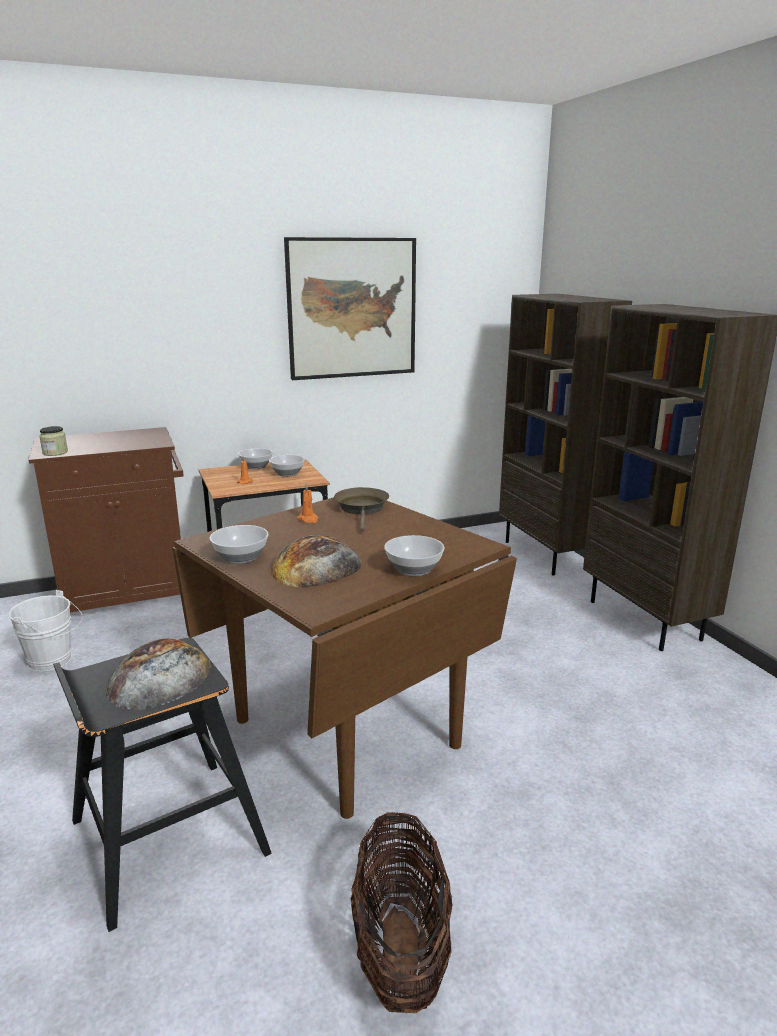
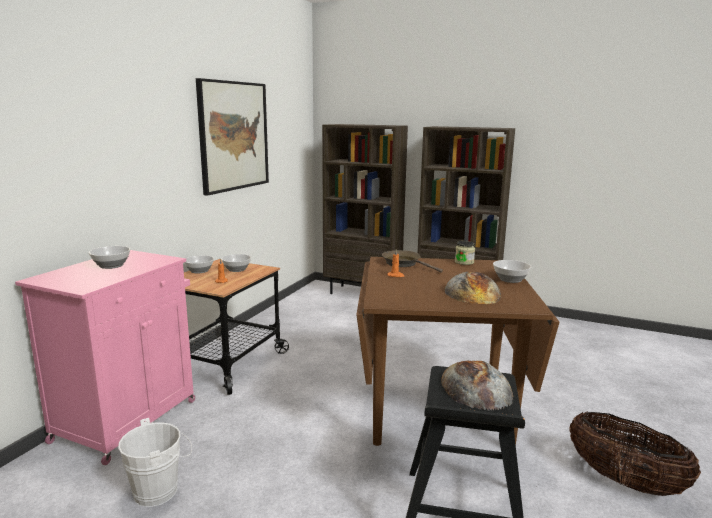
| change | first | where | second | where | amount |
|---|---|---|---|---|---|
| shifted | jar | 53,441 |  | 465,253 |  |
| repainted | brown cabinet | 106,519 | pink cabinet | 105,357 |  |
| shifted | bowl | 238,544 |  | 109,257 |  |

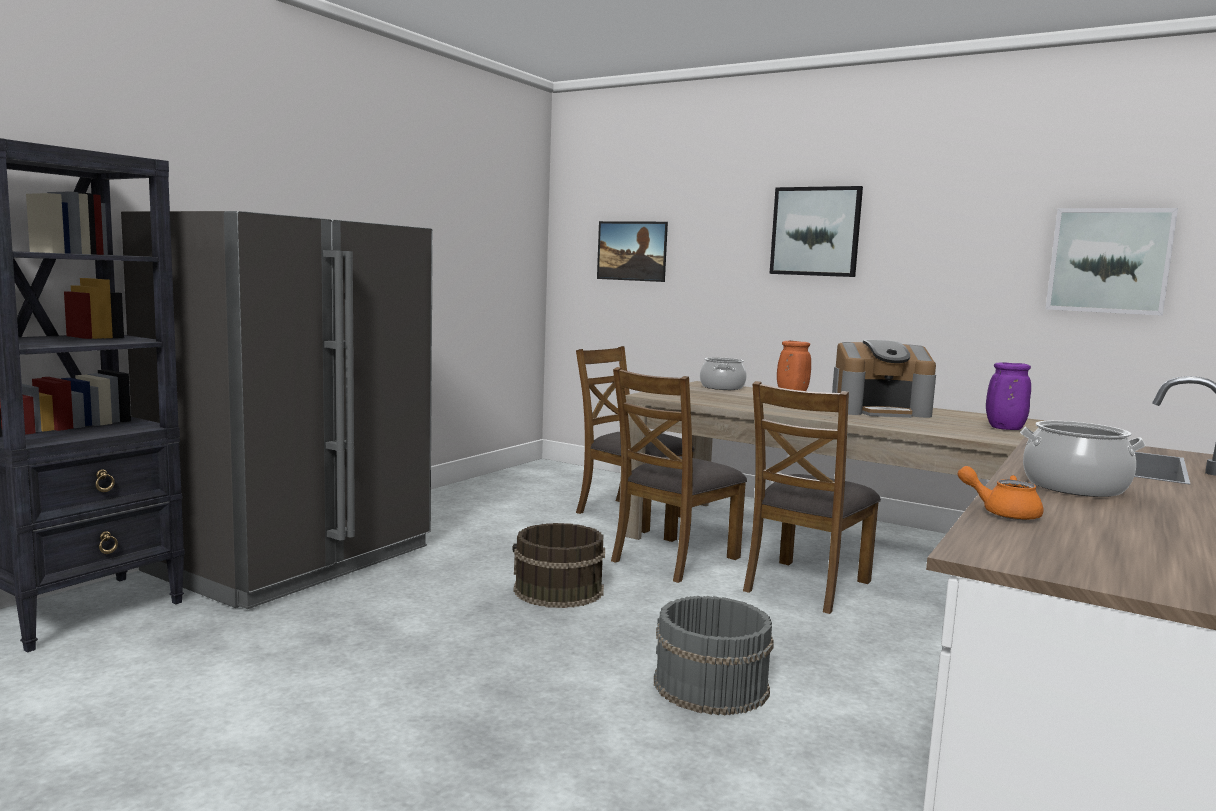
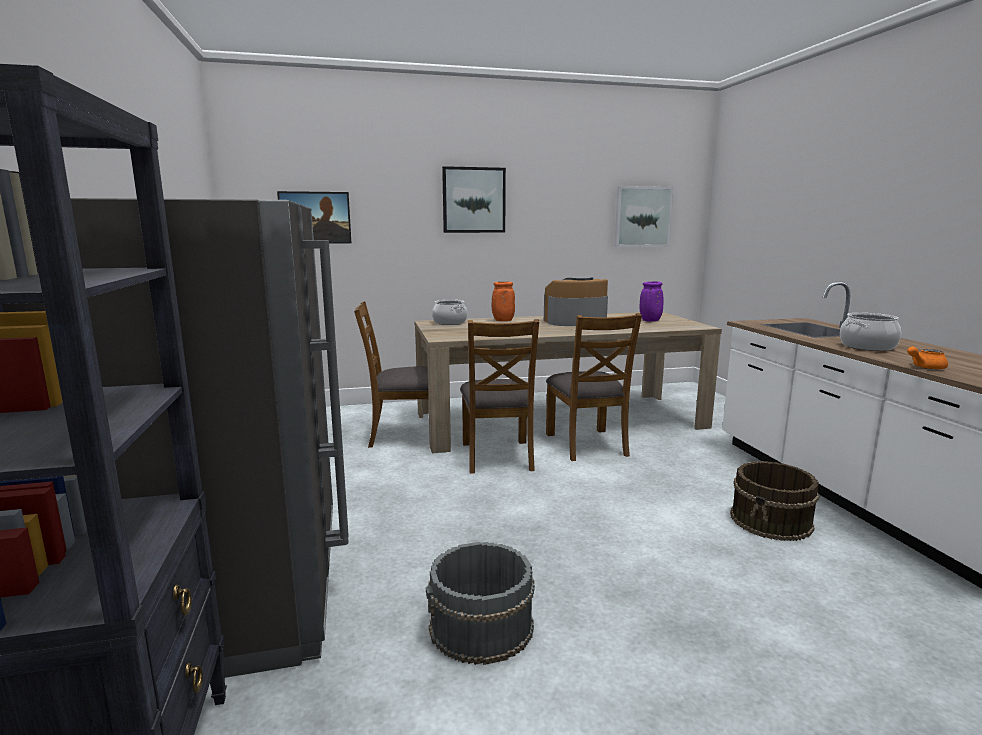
| change | first | where | second | where | amount |
|---|---|---|---|---|---|
| rotated | coffee machine | 884,379 |  | 576,301 | 150 degrees counterclockwise |
| shifted | brown bucket | 559,565 |  | 774,501 |  |
| shifted | grey bucket | 714,656 |  | 480,603 |  |

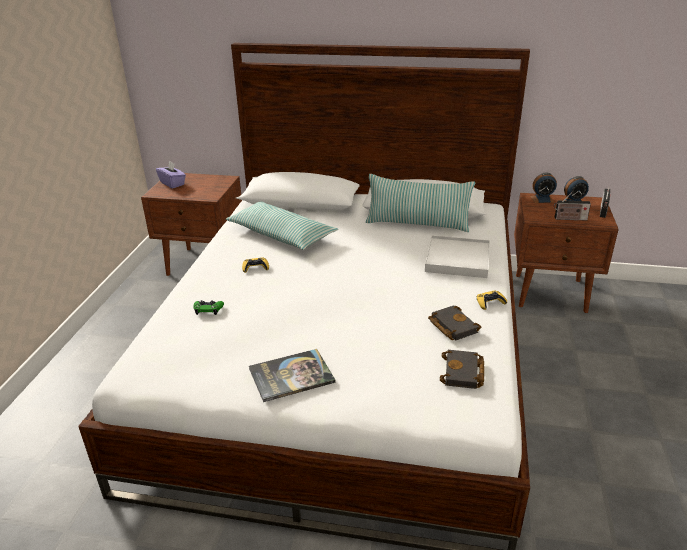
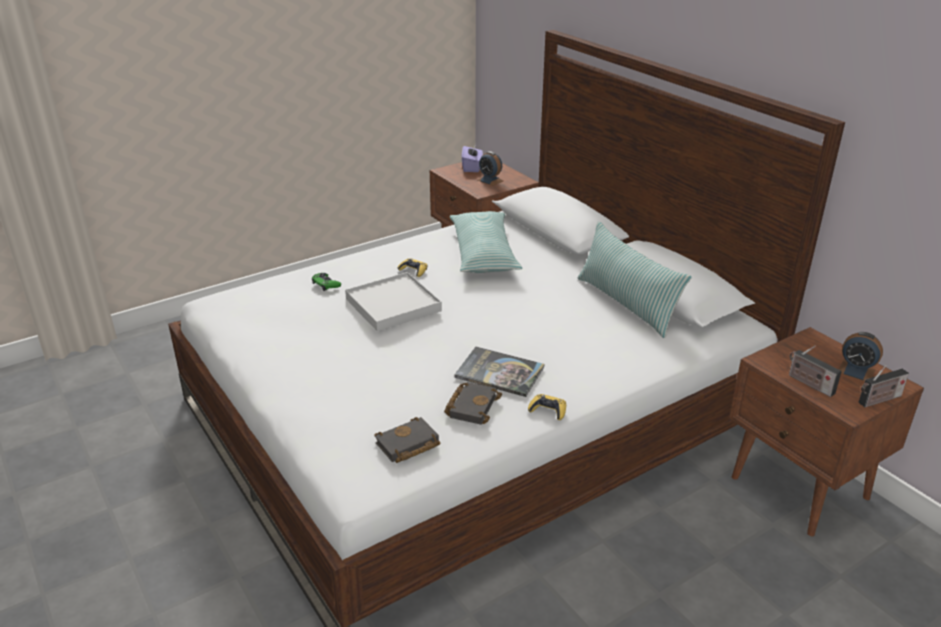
| change | first | where | second | where | amount |
|---|---|---|---|---|---|
| shifted | alarm clock | 543,187 |  | 490,168 |  |
| shifted | white tray | 457,256 |  | 393,301 |  |
| shifted | book | 292,375 |  | 499,372 |  |

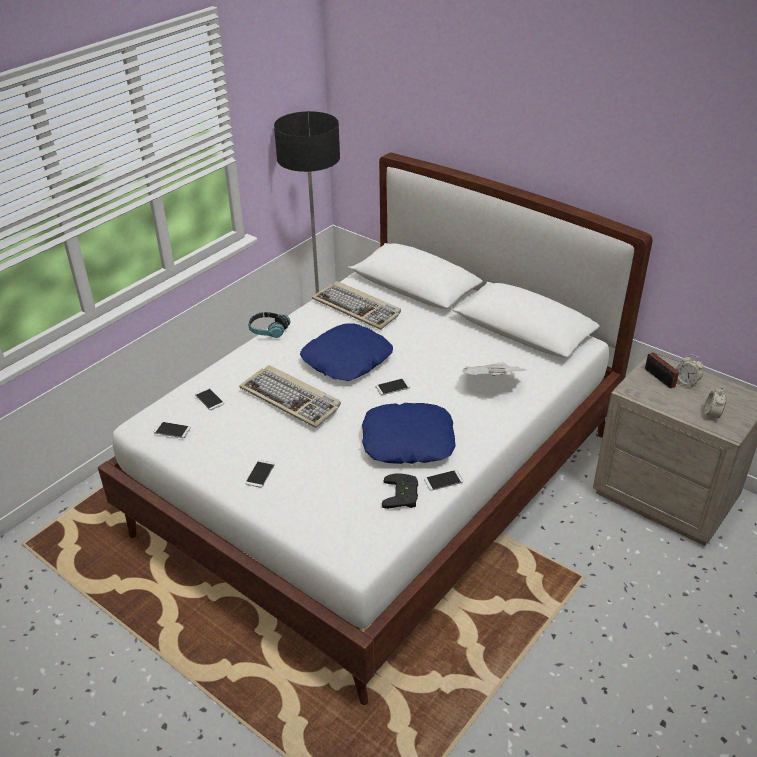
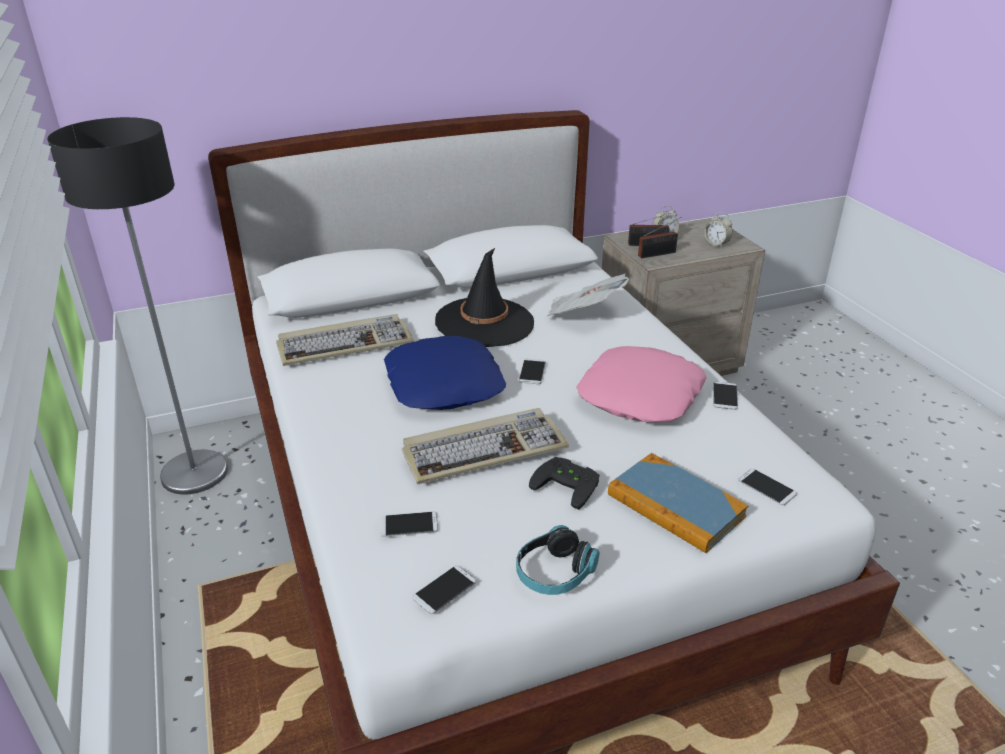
| change | first | where | second | where | amount |
|---|---|---|---|---|---|
| shifted | headphones | 269,325 |  | 558,560 |  |
| repainted | blue pillow | 409,433 | pink pillow | 641,384 |  |
| shifted | phone | 260,474 |  | 767,487 |  |
| shifted | black game controller | 400,491 |  | 564,483 |  |
| new |  |  | radio | 660,237 |  |
| new |  |  | black hat | 484,297 |  |
| new |  |  | book | 678,503 |  |

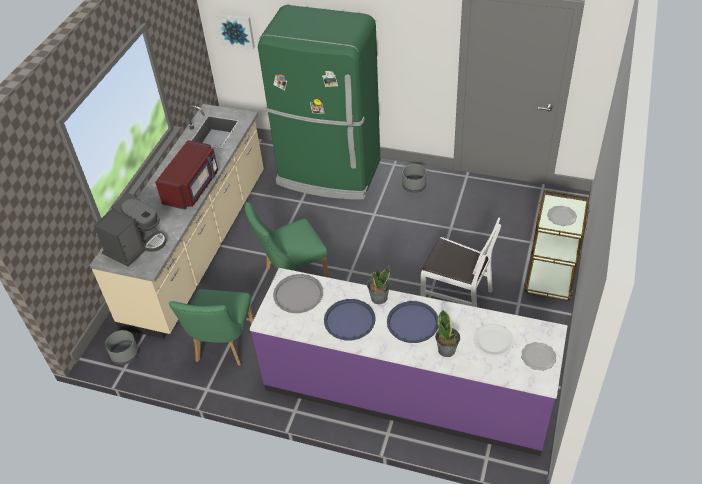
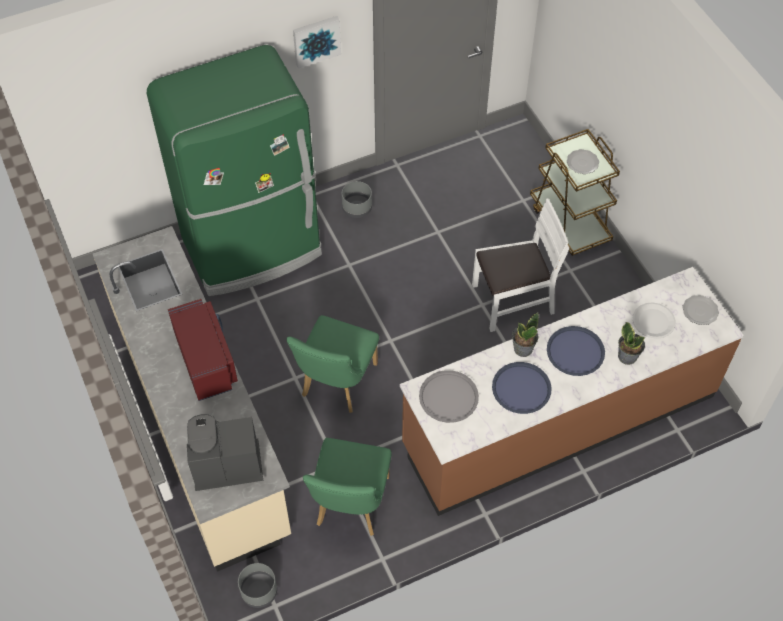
| change | first | where | second | where | amount |
|---|---|---|---|---|---|
| shifted | picture | 235,31 |  | 317,42 |  |
| rotated | coffee machine | 130,229 |  | 225,452 | 90 degrees counterclockwise |
| repainted | purple counter | 408,362 | brown counter | 572,391 |  |
| rotated | green chair | 211,327 |  | 347,487 | 45 degrees clockwise |

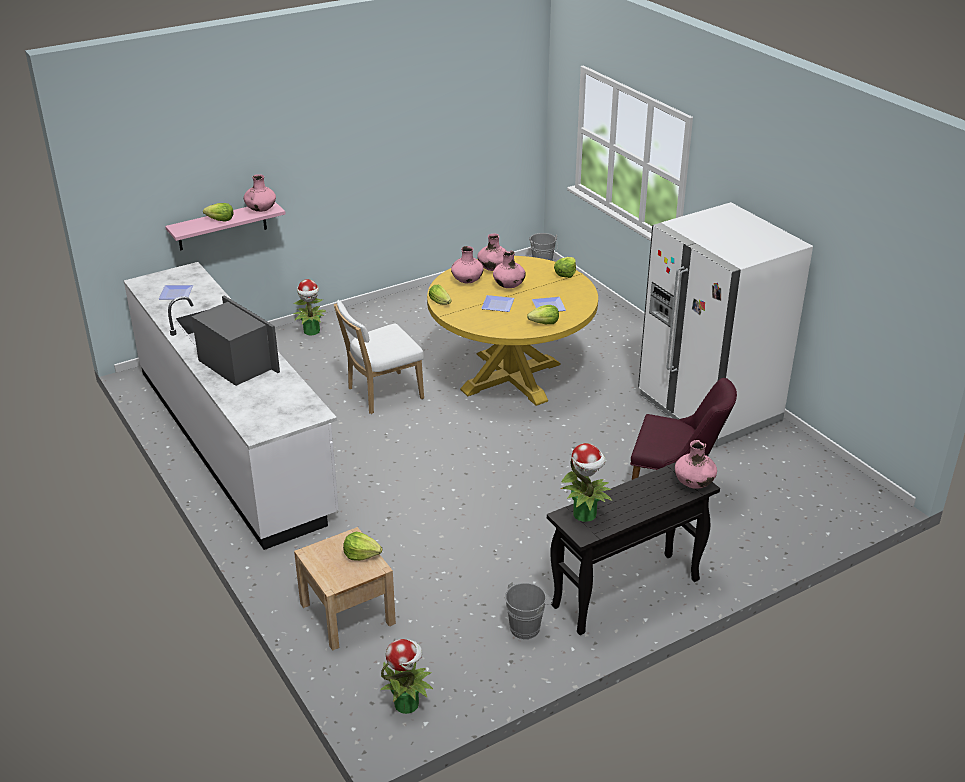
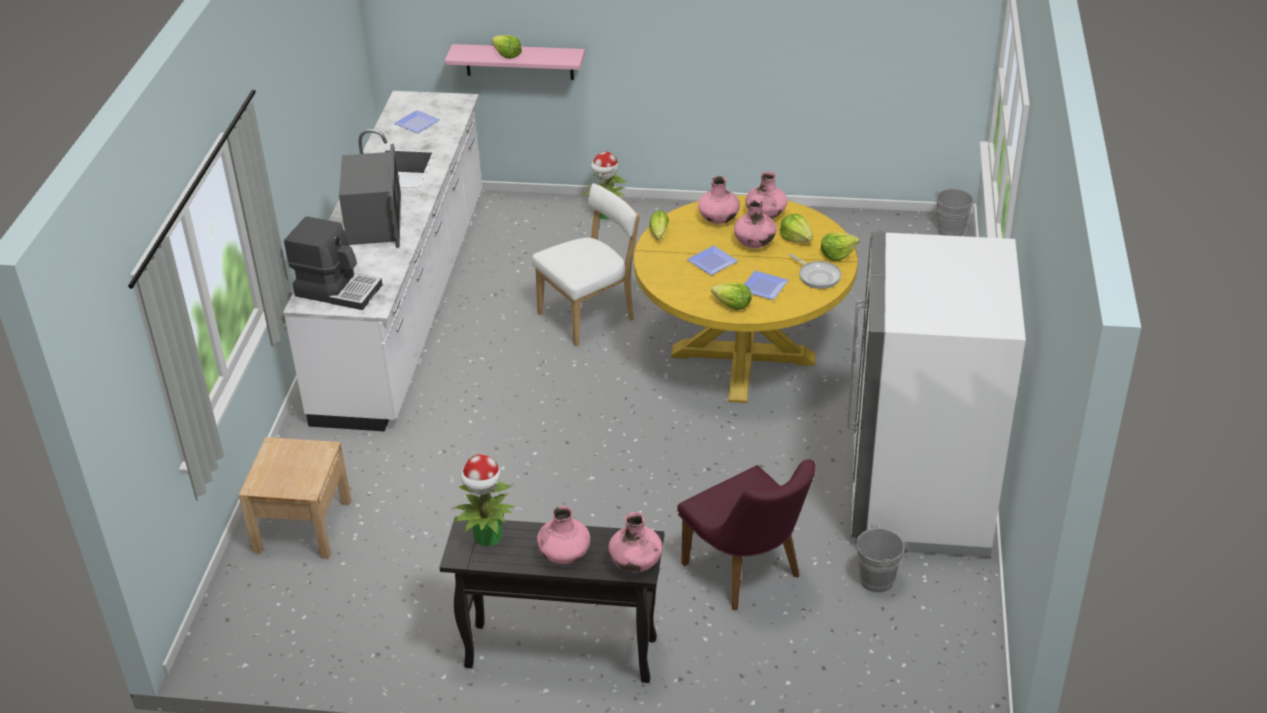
| change | first | where | second | where | amount |
|---|---|---|---|---|---|
| shifted | pink vase | 260,193 |  | 563,535 |  |
| rotated | white chair | 379,357 |  | 586,265 | 135 degrees clockwise |
| shifted | lettuce | 362,546 |  | 796,228 |  |
| shifted | grey bucket | 529,611 |  | 884,558 |  |
| gone | potted plant | 406,676 |  |  |  |
| new |  |  | coffee machine | 333,263 |  |
| new |  |  | frying pan | 815,271 |  |

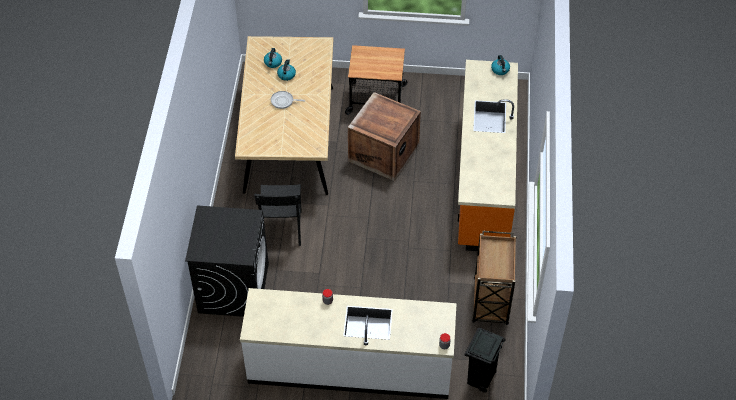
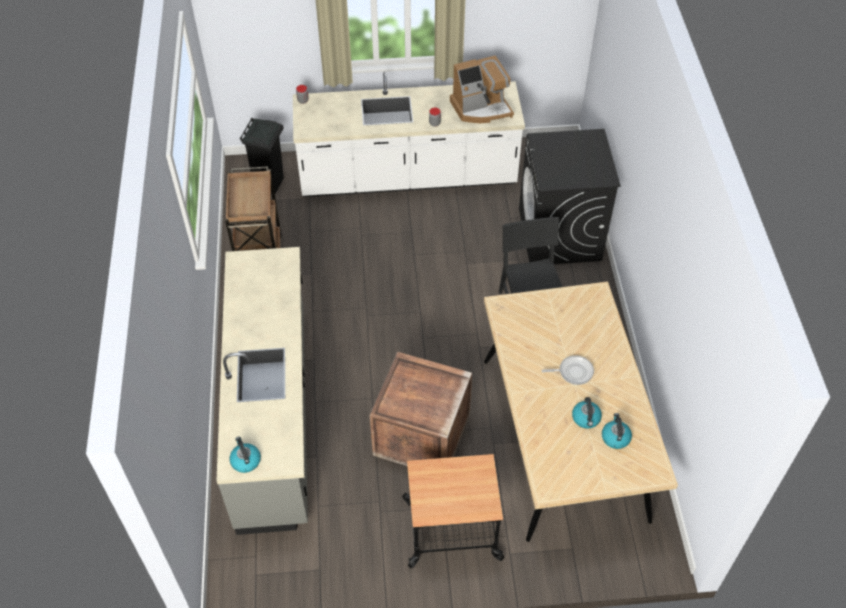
| change | first | where | second | where | amount |
|---|---|---|---|---|---|
| repainted | orange counter | 488,155 | grey counter | 262,391 |  |
| new |  |  | coffee machine | 482,89 |  |

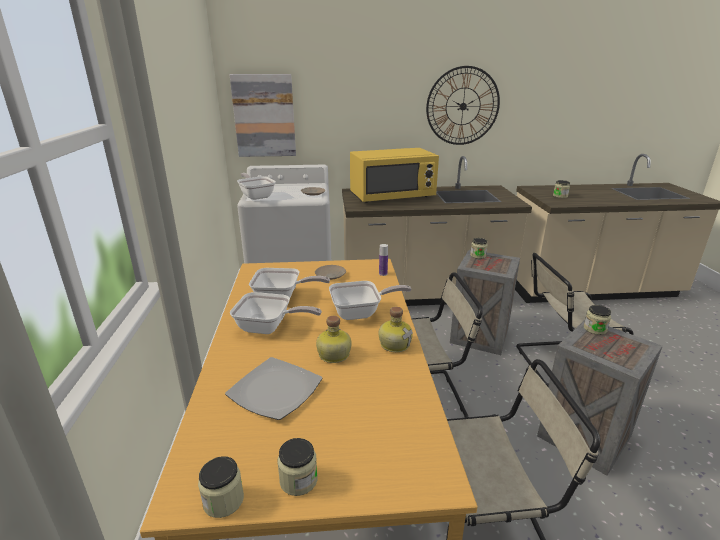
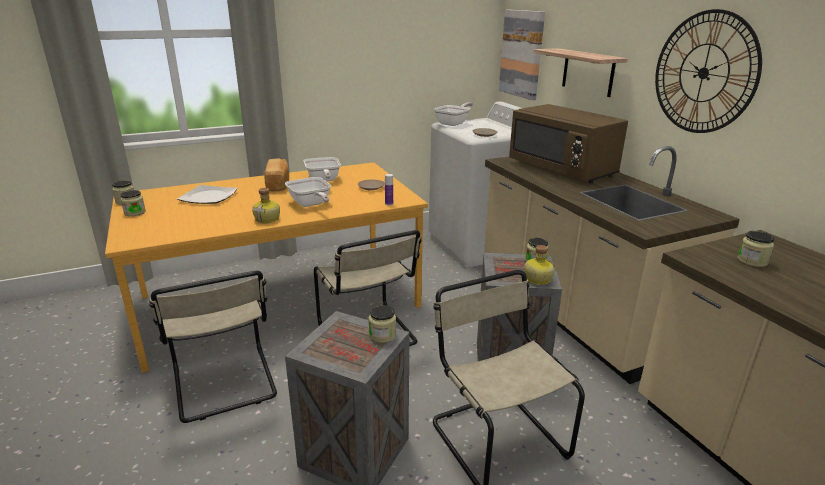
| change | first | where | second | where | amount |
|---|---|---|---|---|---|
| repainted | yellow microwave | 394,175 | brown microwave | 568,143 |  |
| swapped | frying pan | 276,313 | bread | 276,174 |  |
| shifted | bottle | 333,339 |  | 539,265 |  |
| new |  |  | shelf | 580,72 |  |

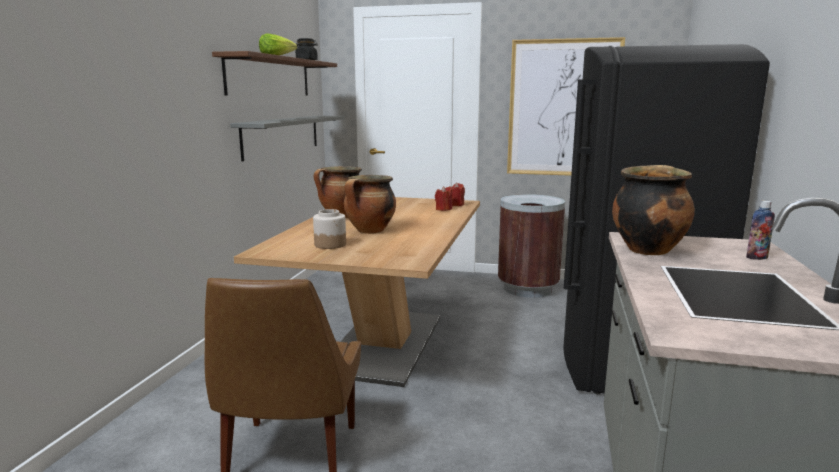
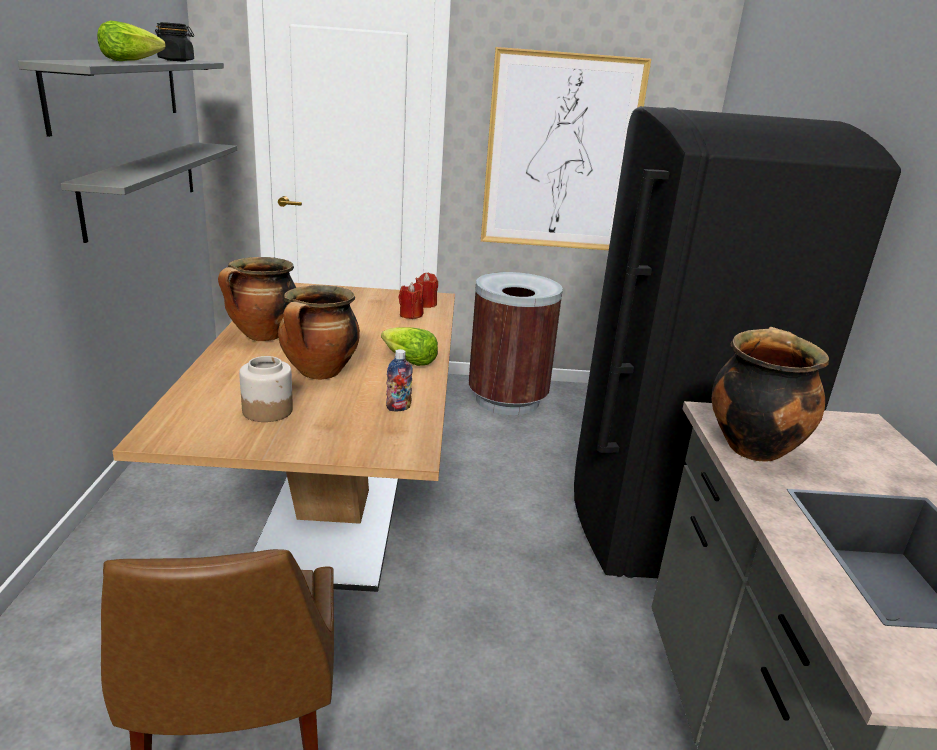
| change | first | where | second | where | amount |
|---|---|---|---|---|---|
| repainted | brown shelf | 274,73 | grey shelf | 121,98 |  |
| shifted | bottle | 760,230 |  | 399,380 |  |
| new |  |  | lettuce | 409,346 |  |

